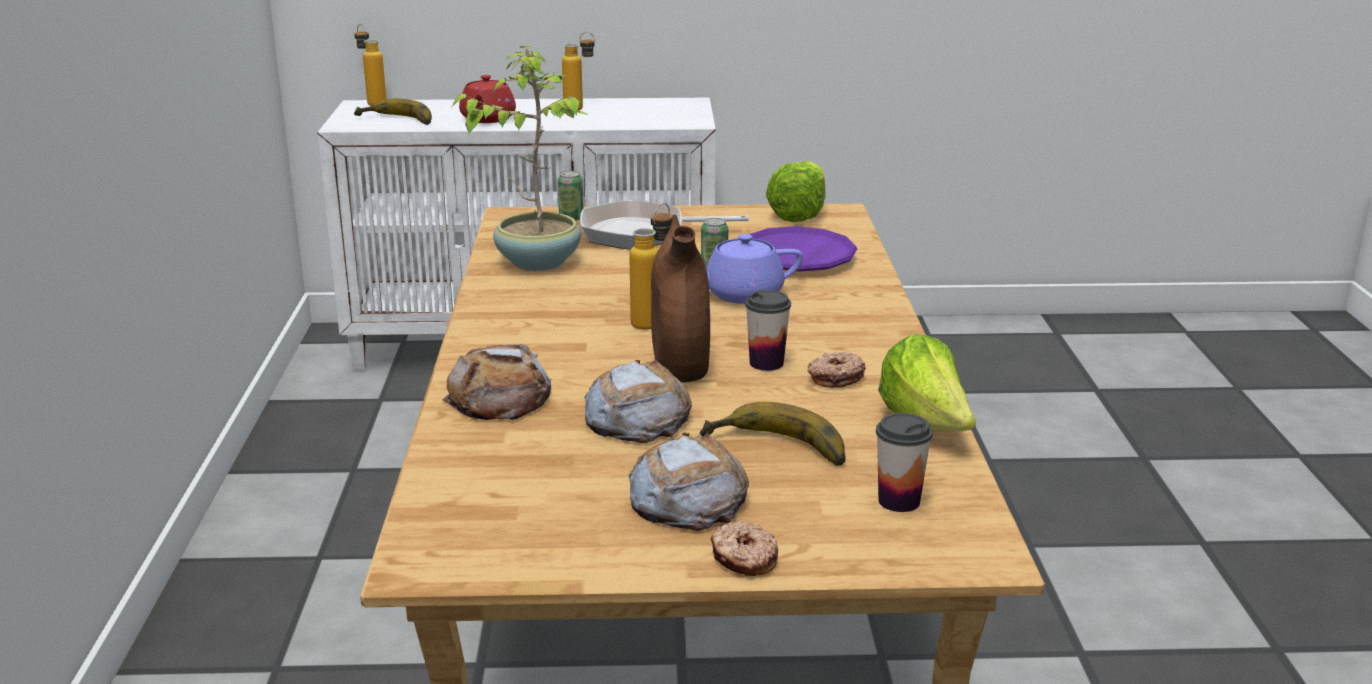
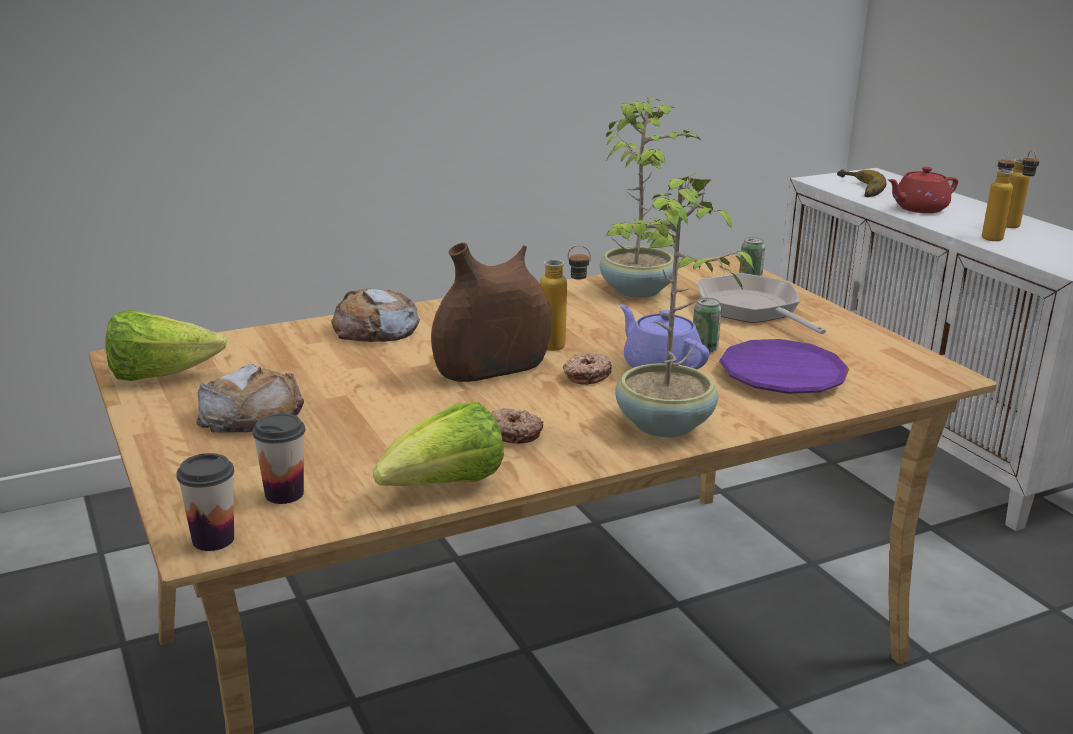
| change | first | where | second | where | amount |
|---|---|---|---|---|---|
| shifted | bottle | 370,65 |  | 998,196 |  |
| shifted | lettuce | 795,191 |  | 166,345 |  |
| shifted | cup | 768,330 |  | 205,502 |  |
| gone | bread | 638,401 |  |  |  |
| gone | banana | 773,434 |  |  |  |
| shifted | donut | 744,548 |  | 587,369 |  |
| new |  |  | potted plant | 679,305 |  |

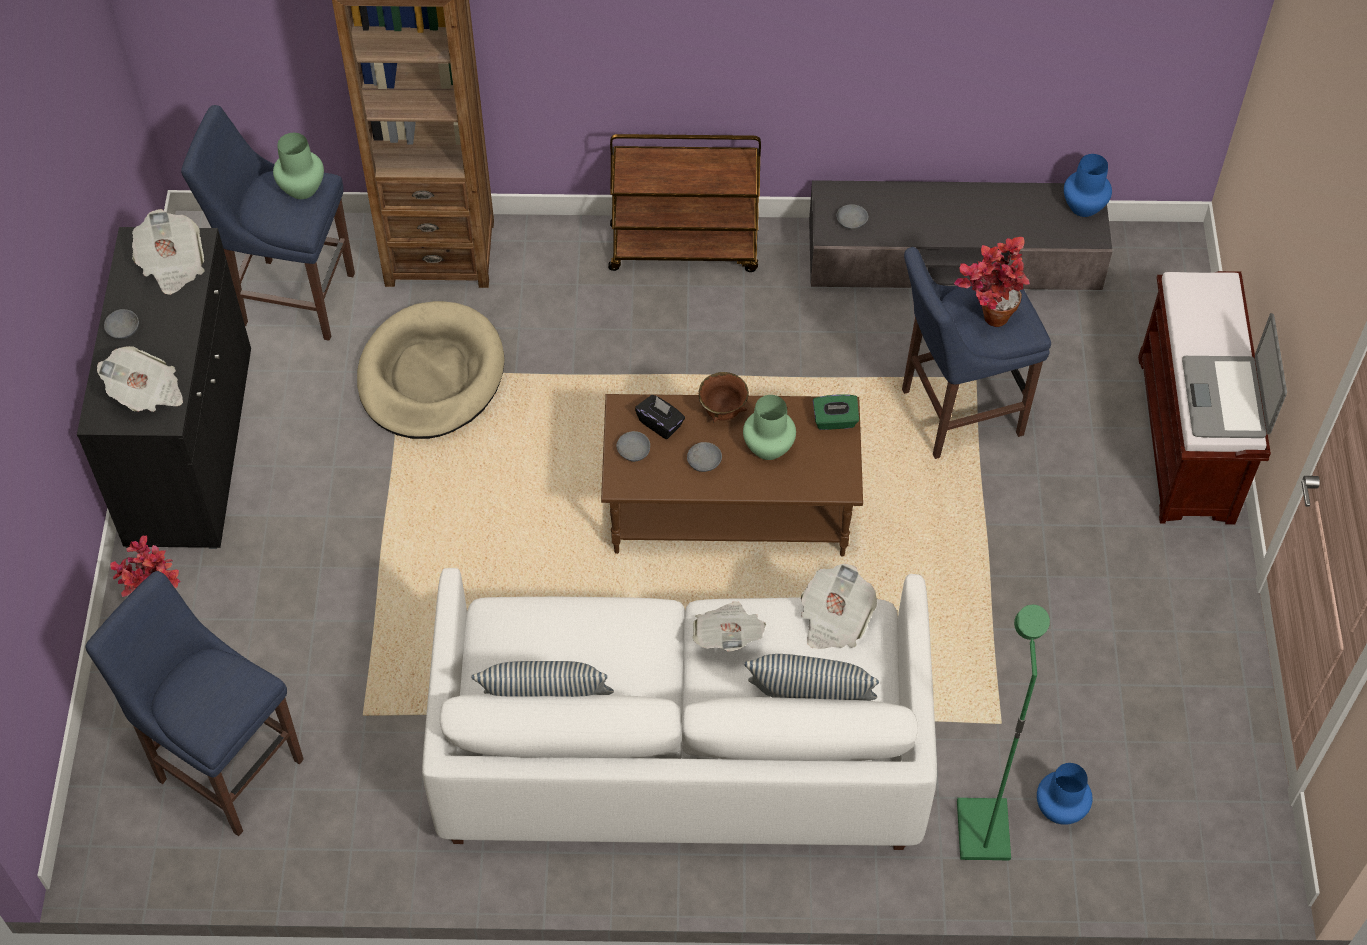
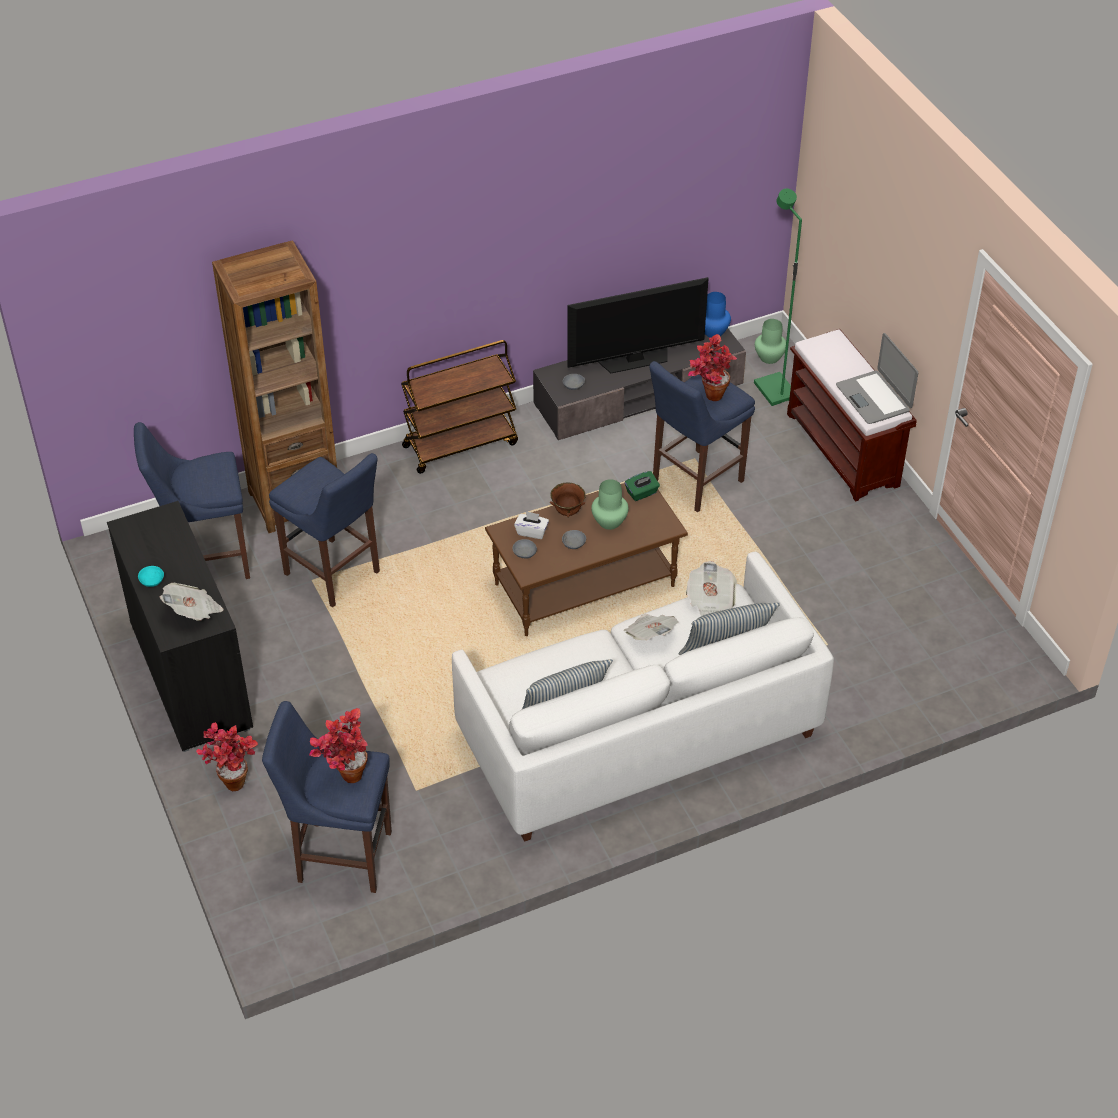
| change | first | where | second | where | amount |
|---|---|---|---|---|---|
| shifted | green vase | 298,166 |  | 770,341 |  |
| gone | newspaper | 168,252 |  |  |  |
| swapped | beige dog bed | 430,370 | blue stool | 324,530 |  |
| repainted | grey bowl | 121,324 | turquoise bowl | 151,576 |  |
| repainted | black tissue box | 660,417 | white tissue box | 531,525 |  |
| shifted | green floor lamp | 1003,732 |  | 778,297 |  |
| gone | blue vase | 1065,794 |  |  |  |
| new |  |  | television | 638,325 |  |
| new |  |  | potted plant | 338,745 |  |

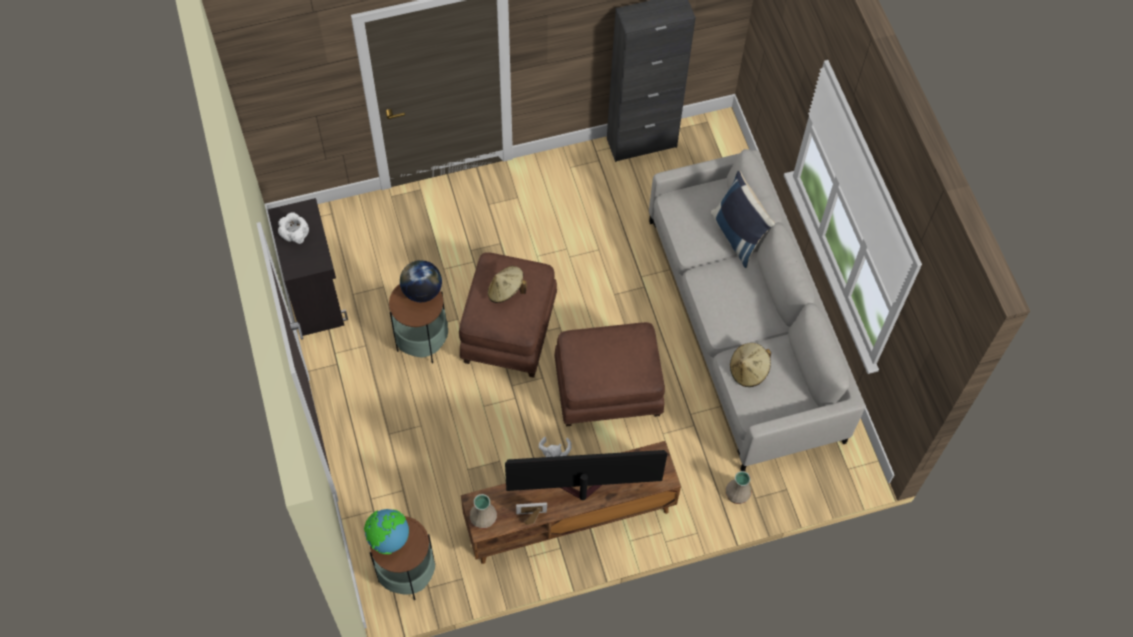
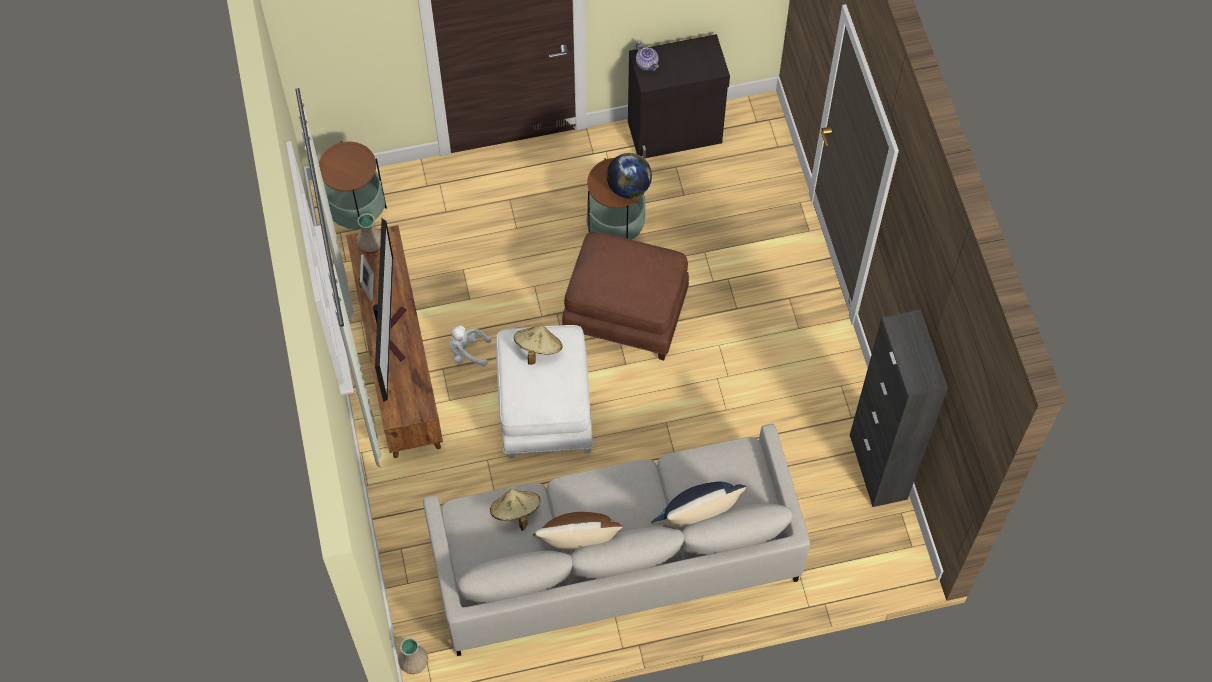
| change | first | where | second | where | amount |
|---|---|---|---|---|---|
| gone | white bowl | 293,228 |  |  |  |
| shifted | beige hat | 507,284 |  | 538,345 |  |
| repainted | brown ottoman | 609,374 | white ottoman | 544,391 |  |
| shifted | beige vase | 738,487 |  | 413,656 |  |
| gone | globe | 386,531 |  |  |  |
| new |  |  | teapot | 647,57 |  |
| new |  |  | brown pillow | 578,531 |  |

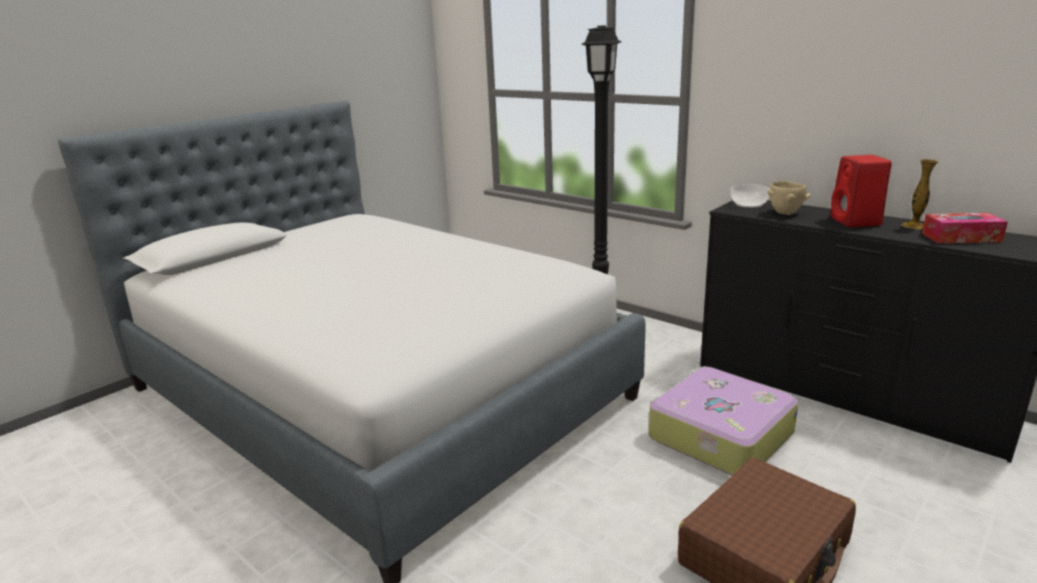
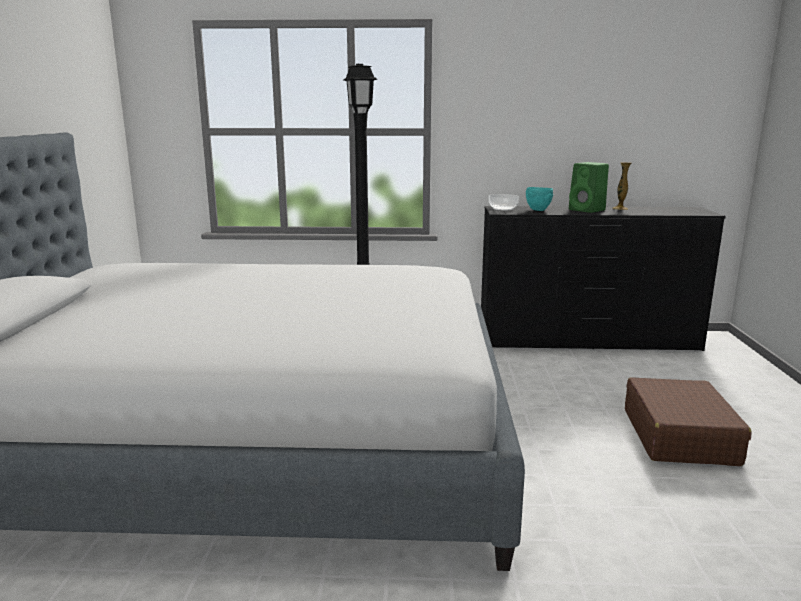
| change | first | where | second | where | amount |
|---|---|---|---|---|---|
| repainted | red speaker | 861,191 | green speaker | 589,187 |  |
| repainted | beige bowl | 788,198 | turquoise bowl | 539,199 |  |
| gone | tissue box | 965,228 |  |  |  |
| gone | suitcase | 723,421 |  |  |  |

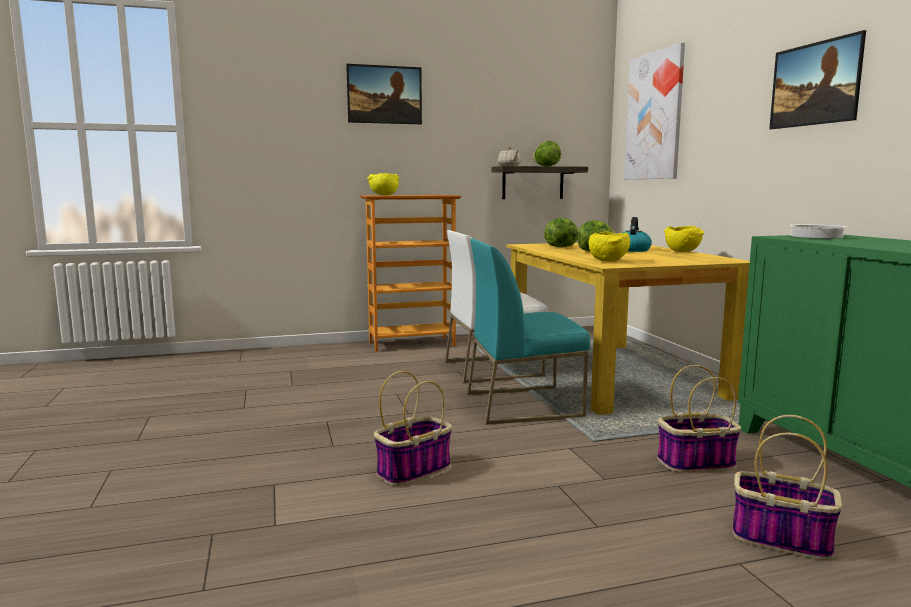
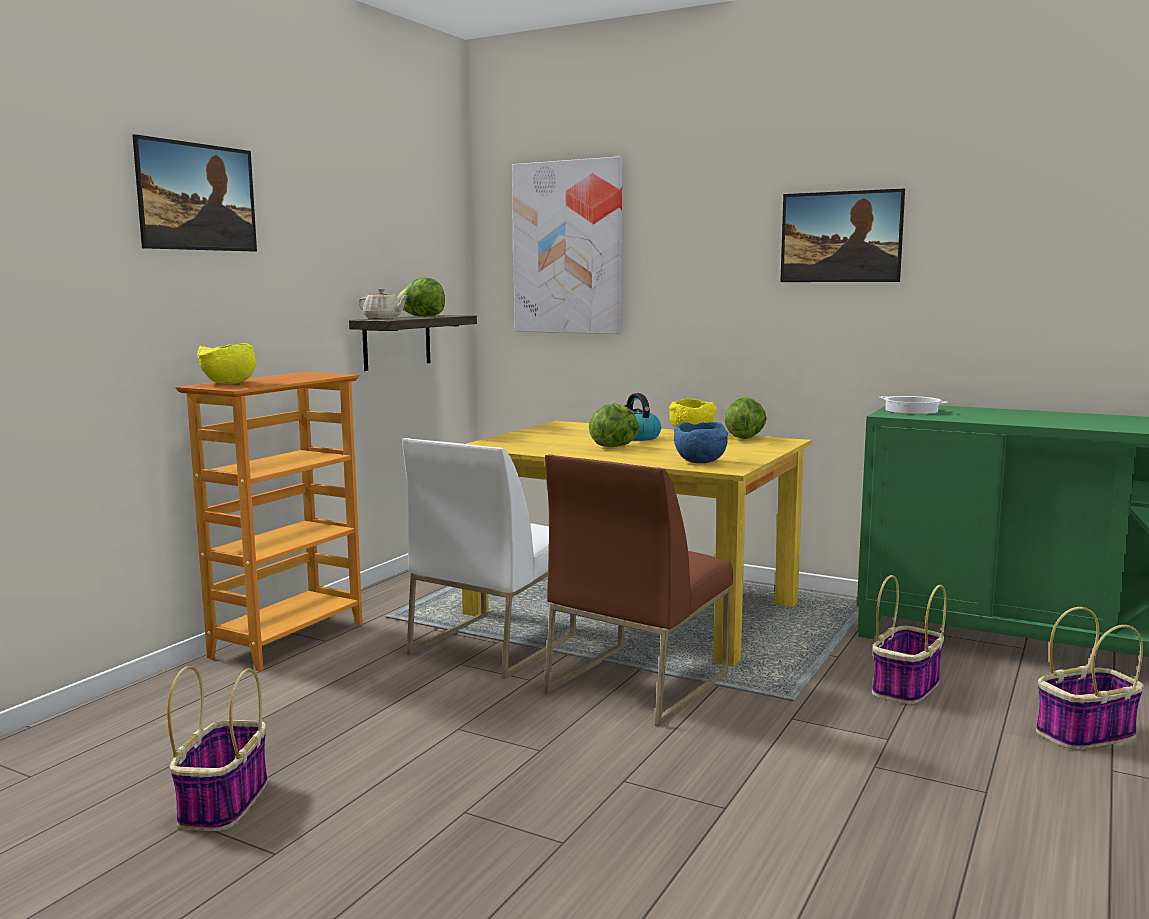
| change | first | where | second | where | amount |
|---|---|---|---|---|---|
| shifted | lettuce | 561,232 |  | 745,418 |  |
| repainted | yellow bowl | 609,247 | blue bowl | 701,442 |  |
| repainted | turquoise chair | 528,331 | brown chair | 638,590 |  |
| shifted | basket | 413,428 |  | 217,748 |  |

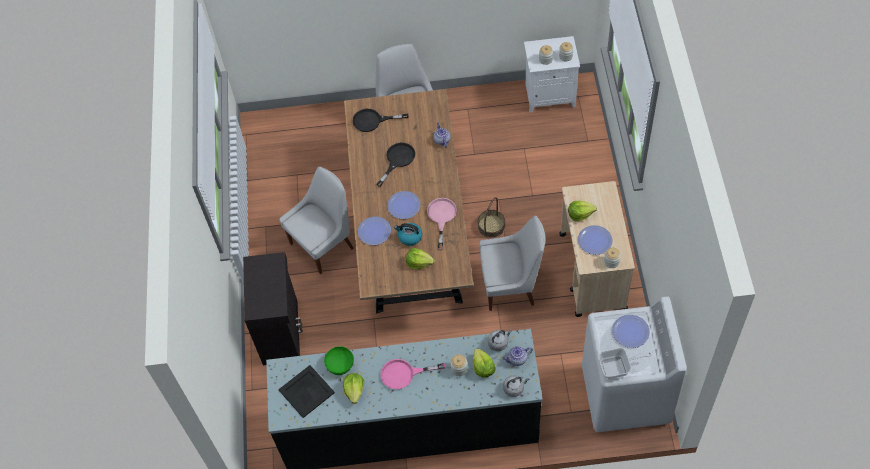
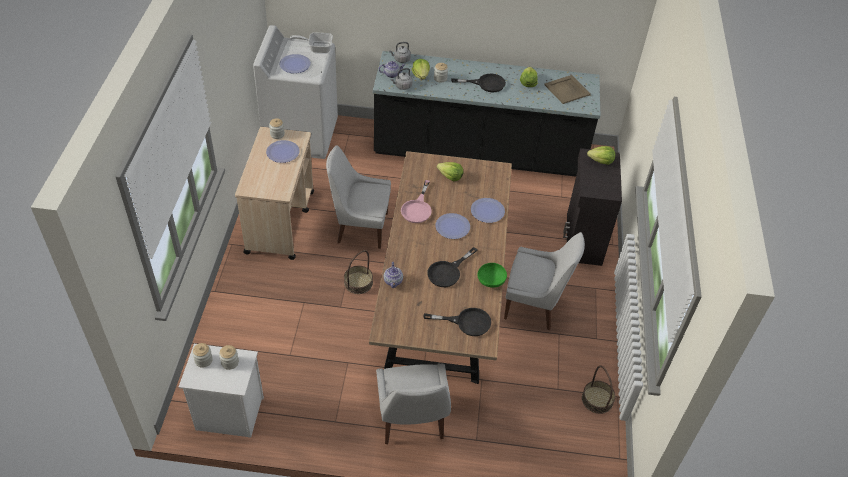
| change | first | where | second | where | amount |
|---|---|---|---|---|---|
| rotated | white chair | 316,220 |  | 544,281 | 135 degrees counterclockwise |
| shifted | lettuce | 582,211 |  | 601,155 |  |
| gone | kettle | 408,234 |  |  |  |
| shifted | green bowl | 339,360 |  | 492,275 |  |
| repainted | pink frying pan | 413,374 | black frying pan | 478,83 |  |
| repainted | black tray | 306,391 | beige tray | 567,89 |  |
| new |  |  | basket | 599,389 |  |

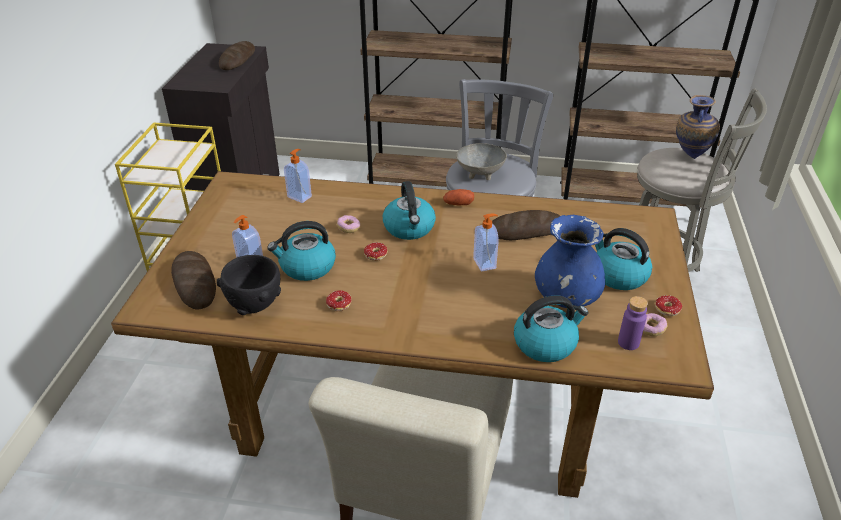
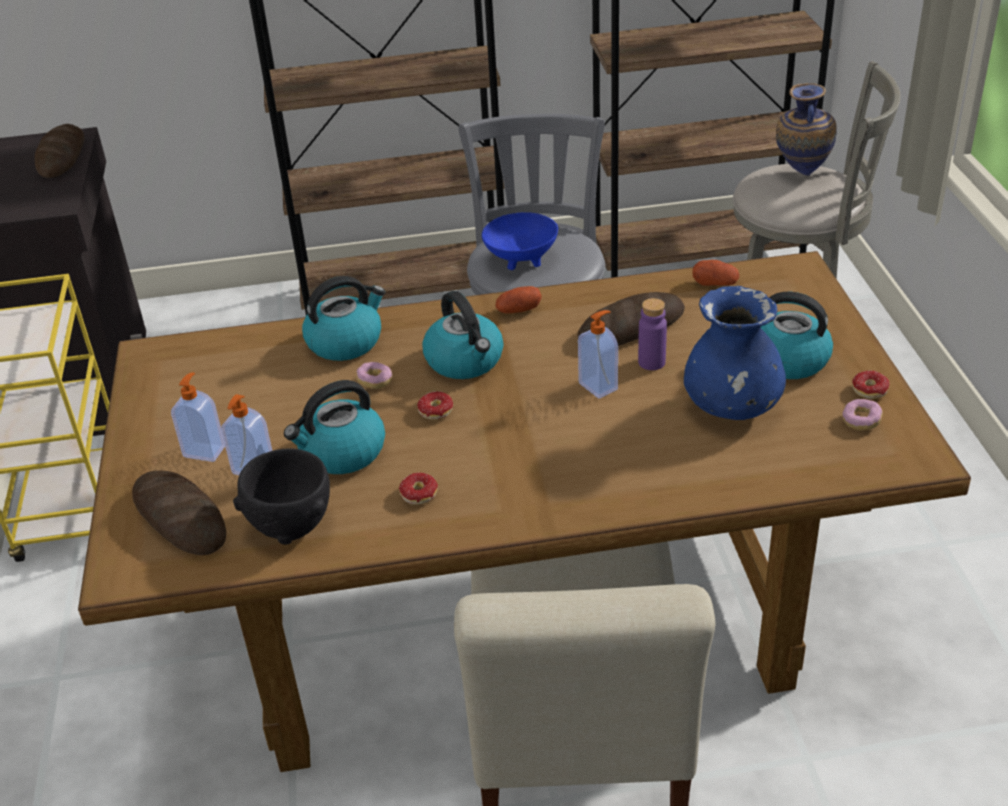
| change | first | where | second | where | amount |
|---|---|---|---|---|---|
| repainted | grey bowl | 481,161 | blue bowl | 520,241 |  |
| shifted | soap dispenser | 298,176 |  | 198,417 |  |
| shifted | kettle | 551,328 |  | 343,318 |  |
| shifted | purple bottle | 633,323 |  | 652,334 |  |
| new |  |  | potato | 716,273 |  |

